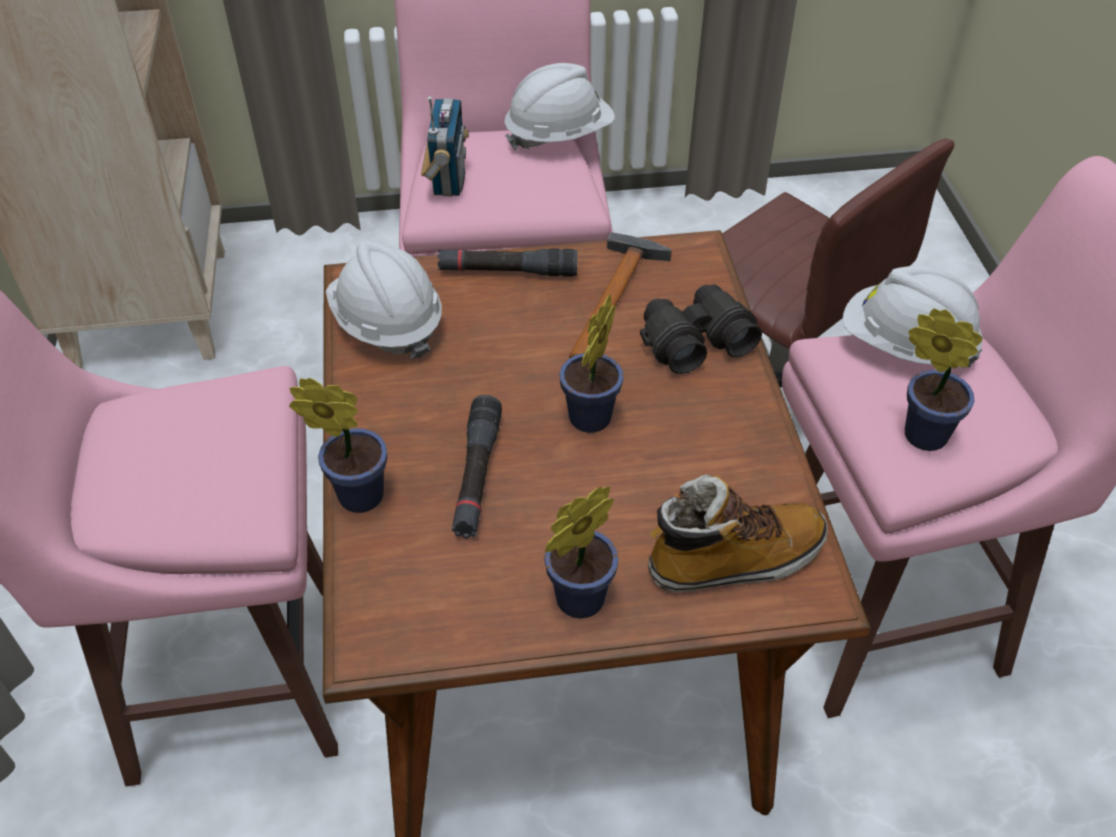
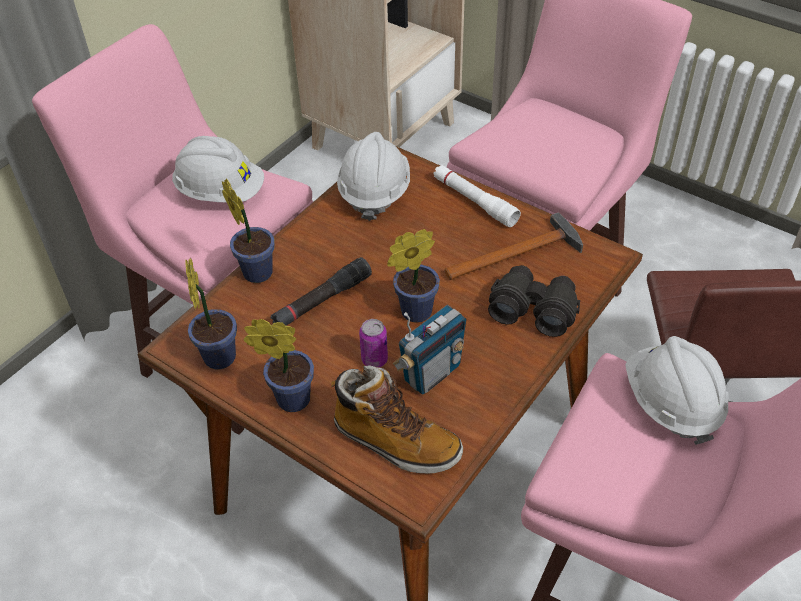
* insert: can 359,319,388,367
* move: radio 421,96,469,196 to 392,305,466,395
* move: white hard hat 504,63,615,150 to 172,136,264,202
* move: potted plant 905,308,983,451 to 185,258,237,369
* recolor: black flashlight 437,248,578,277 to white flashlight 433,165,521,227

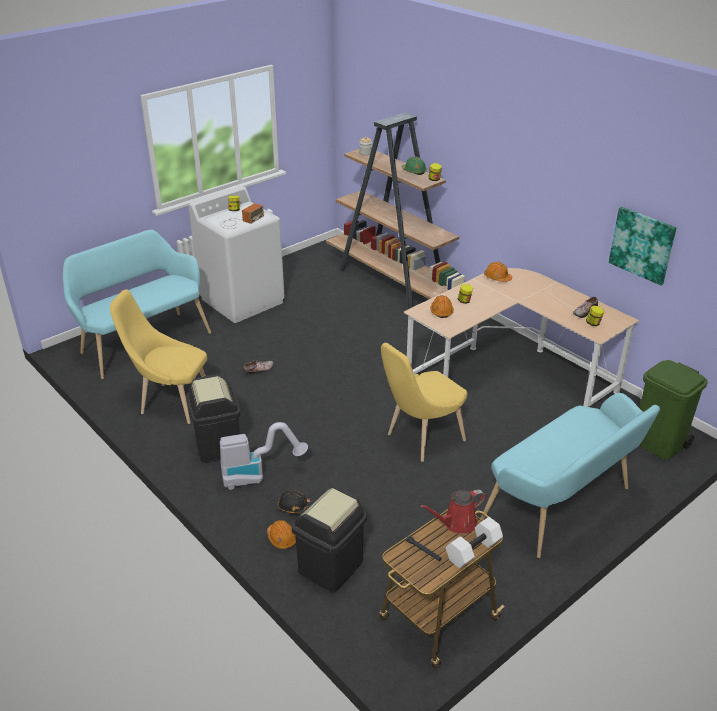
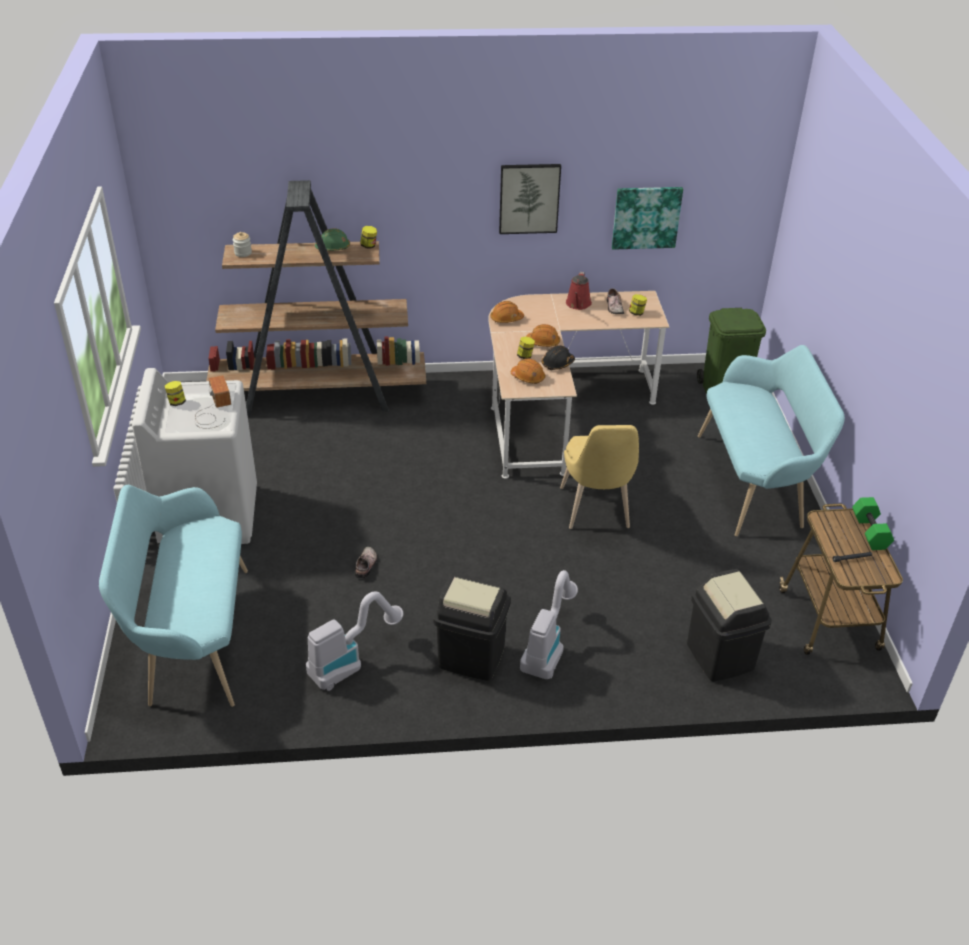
* insert: picture 499,164,561,234
* move: orange hard hat 267,520,296,549 to 526,324,560,347
* move: black hard hat 278,489,312,514 to 542,345,575,370
* move: red watering can 420,490,485,533 to 566,272,592,310
* replace: yellow chair 110,289,207,424 to vacuum cleaner 306,591,403,691
* recolor: white dumbbell 446,517,503,568 to green dumbbell 852,497,894,550

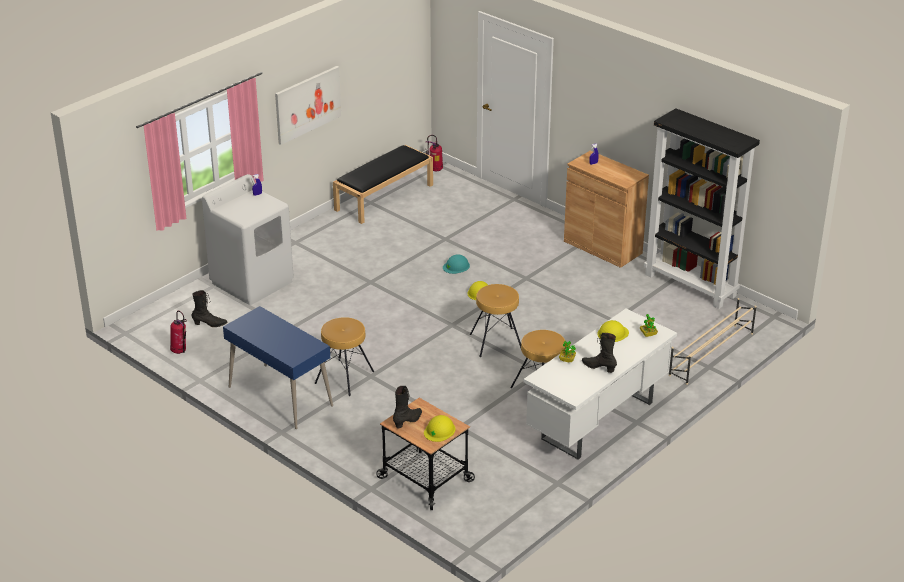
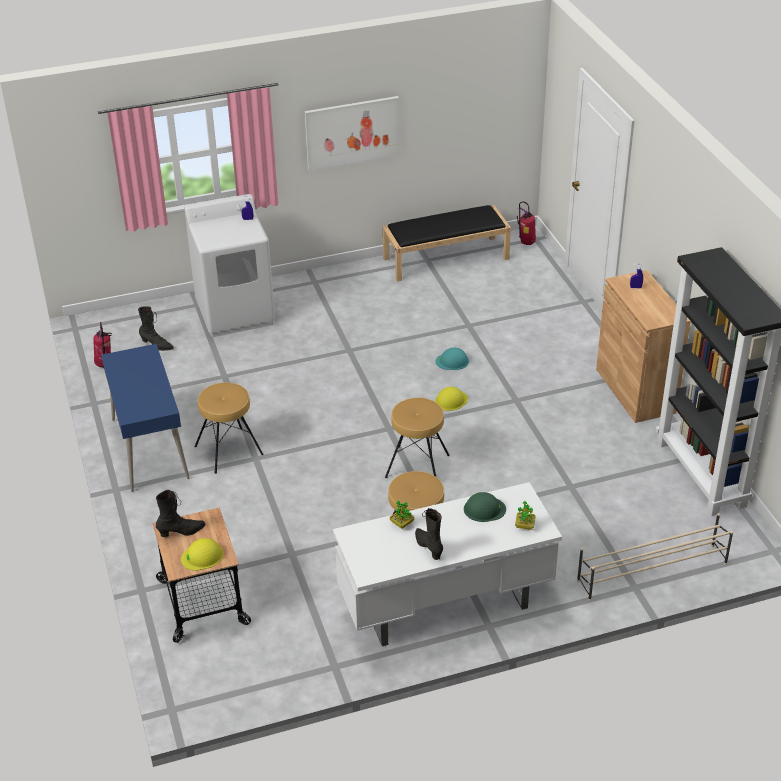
* recolor: yellow hard hat 597,320,629,342 to green hard hat 464,492,506,522

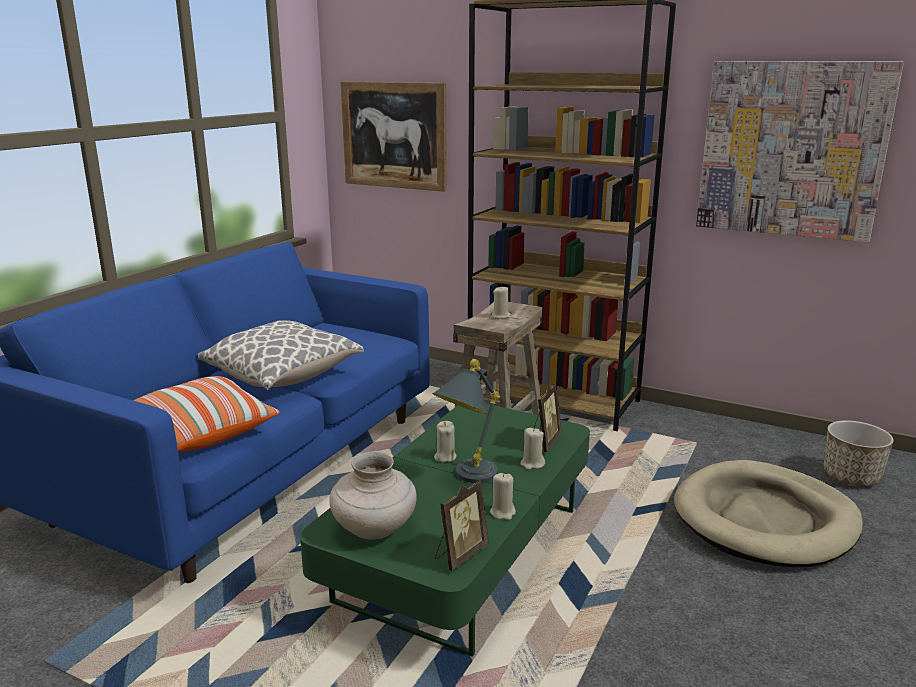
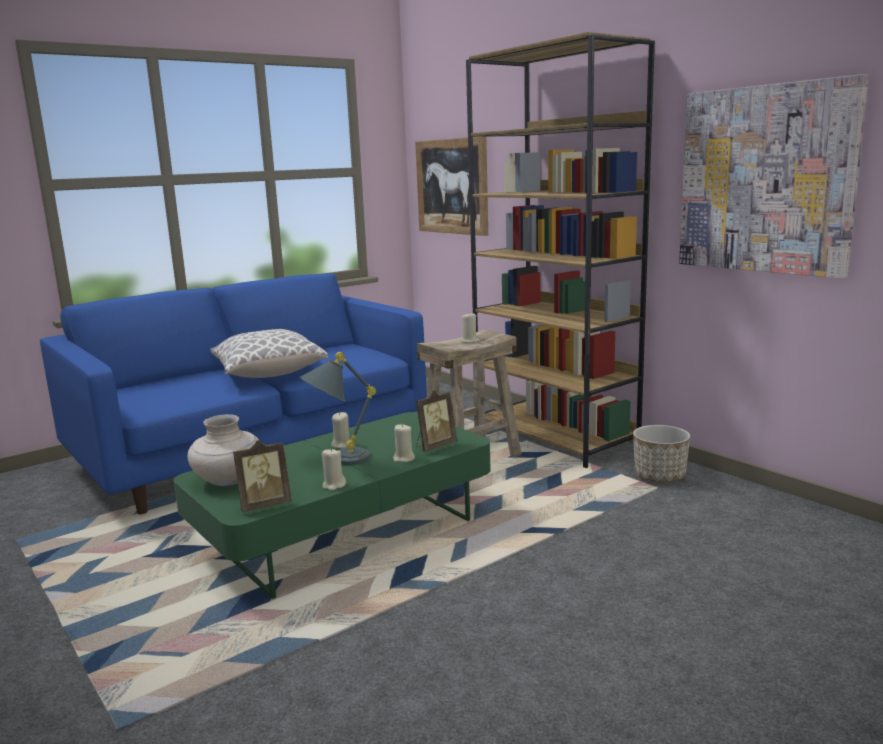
* delete: pillow 133,376,280,452
* delete: beige dog bed 674,460,863,567
* move: planter 823,420,894,486 to 633,425,690,483

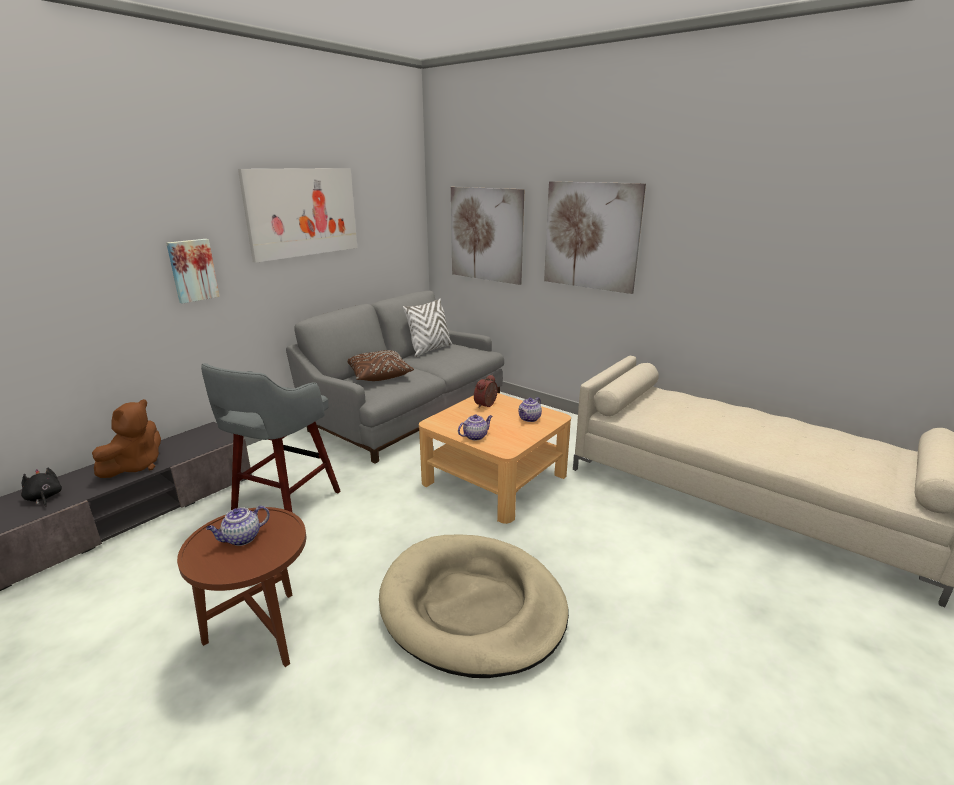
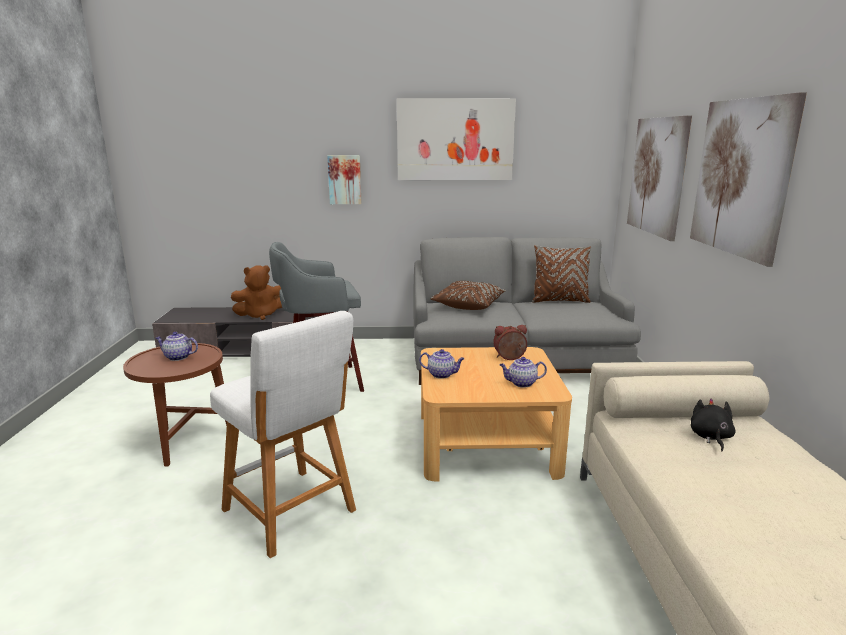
* move: black plush toy 21,468,62,507 to 691,399,735,451
* replace: beige dog bed 379,534,569,678 to white stool 210,311,356,558
* recolor: white pillow 403,299,452,357 to brown pillow 532,245,591,303

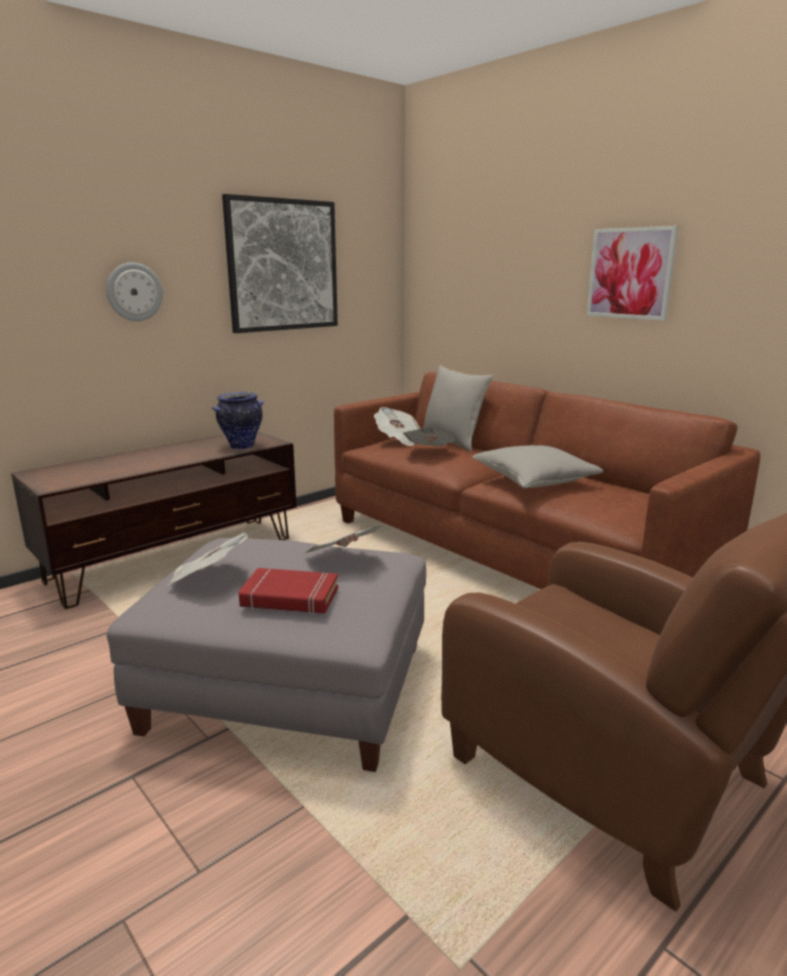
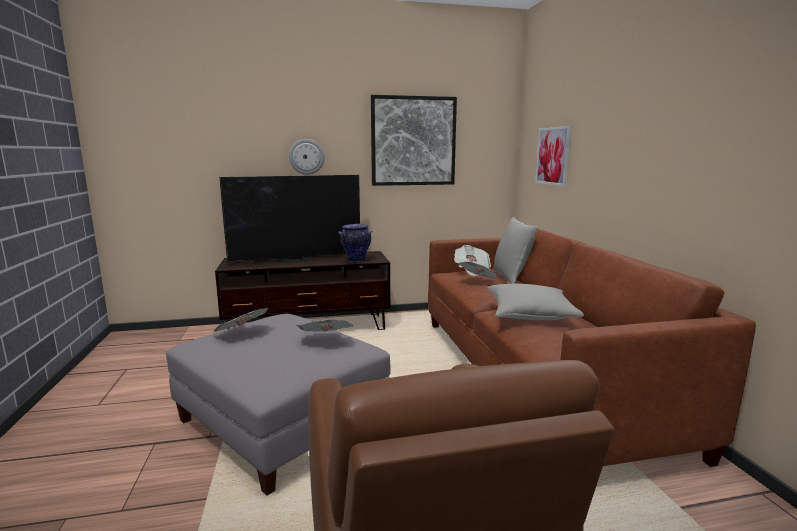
* delete: red book 239,568,338,614
* insert: television 219,175,360,263
* move: picture 586,226,678,321 to 535,126,571,186

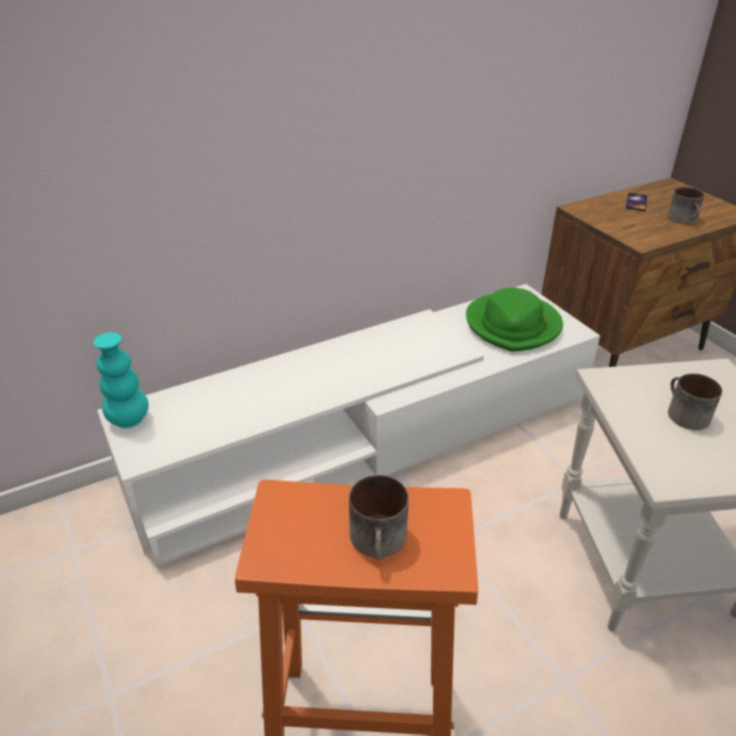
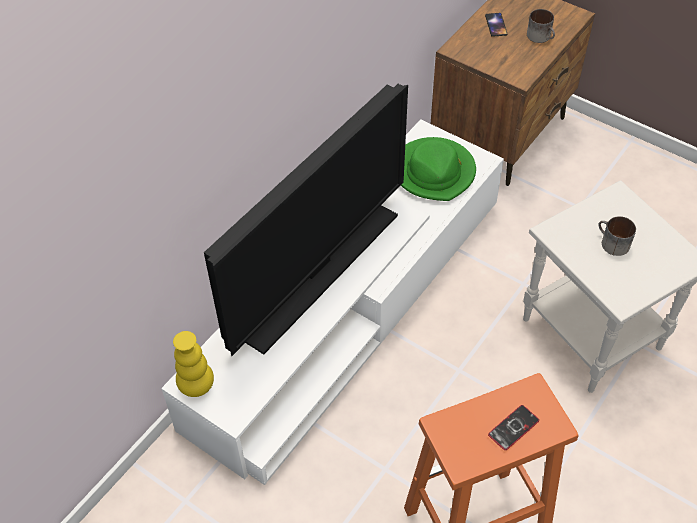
* insert: television 204,84,408,356
* replace: mug 349,475,409,559 to phone 488,405,539,450
* recolor: turquoise vase 93,332,149,428 to yellow vase 173,331,214,397

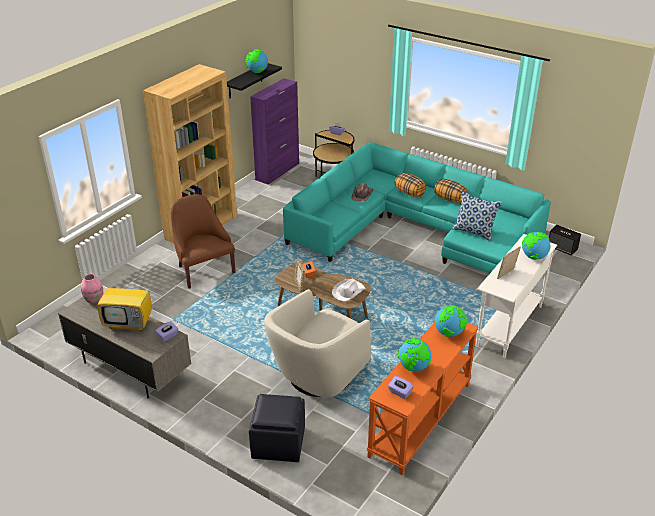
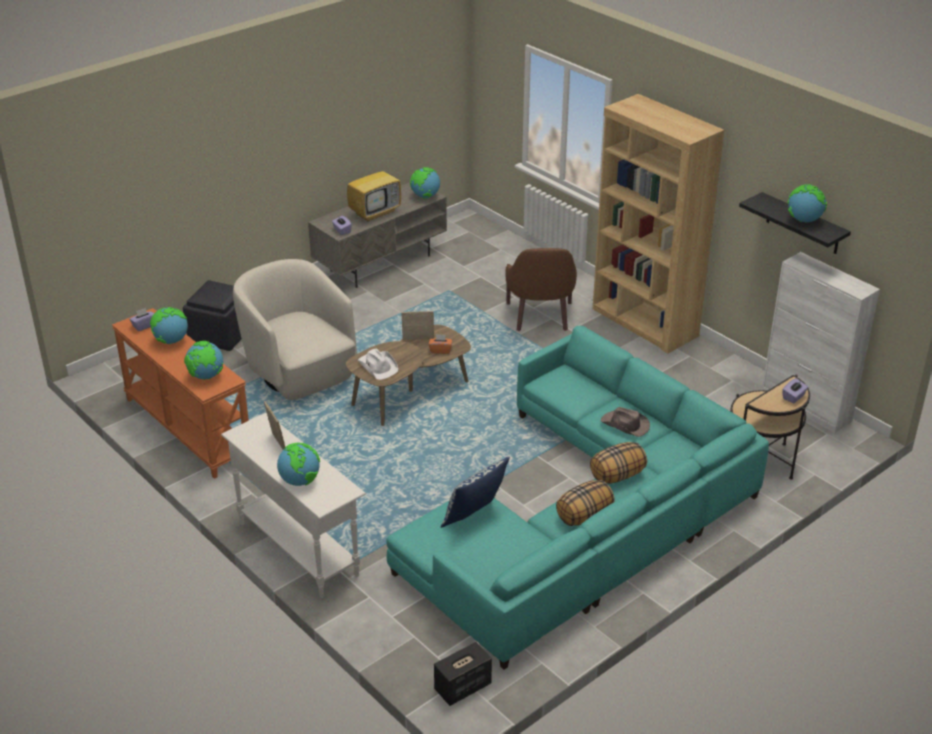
* replace: pink vase 81,274,103,304 to globe 410,167,440,198
* recolor: purple cabinet 250,78,299,185 to white cabinet 762,252,880,433
* rotate: television 97,272,152,331 = 347,152,401,222 150 degrees counterclockwise
* rotate: brown armchair 171,194,235,289 = 505,248,577,331 105 degrees clockwise

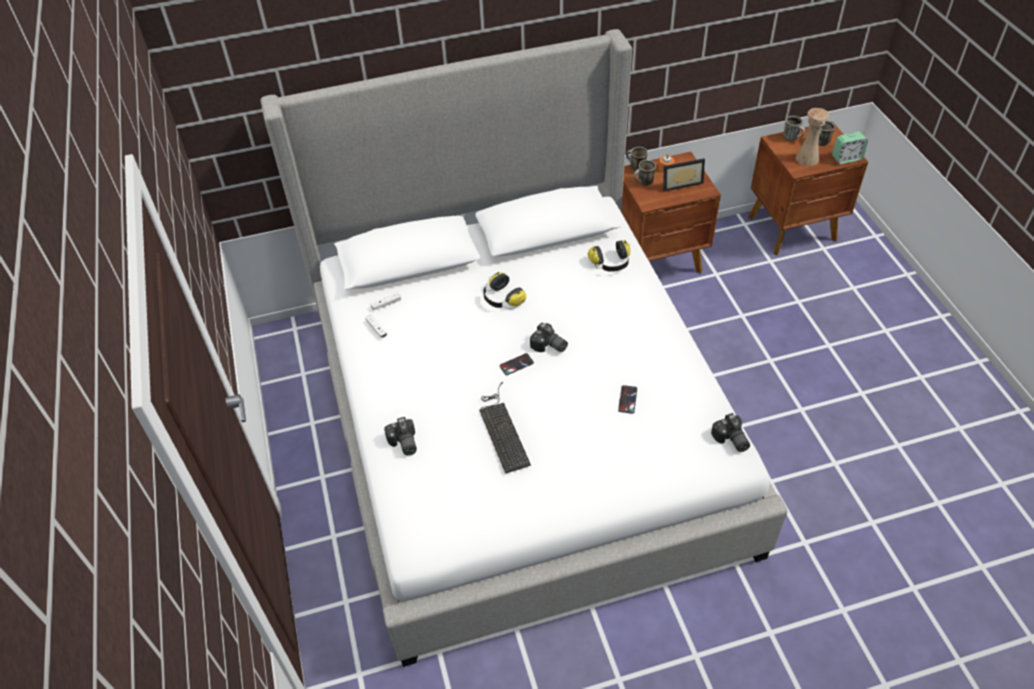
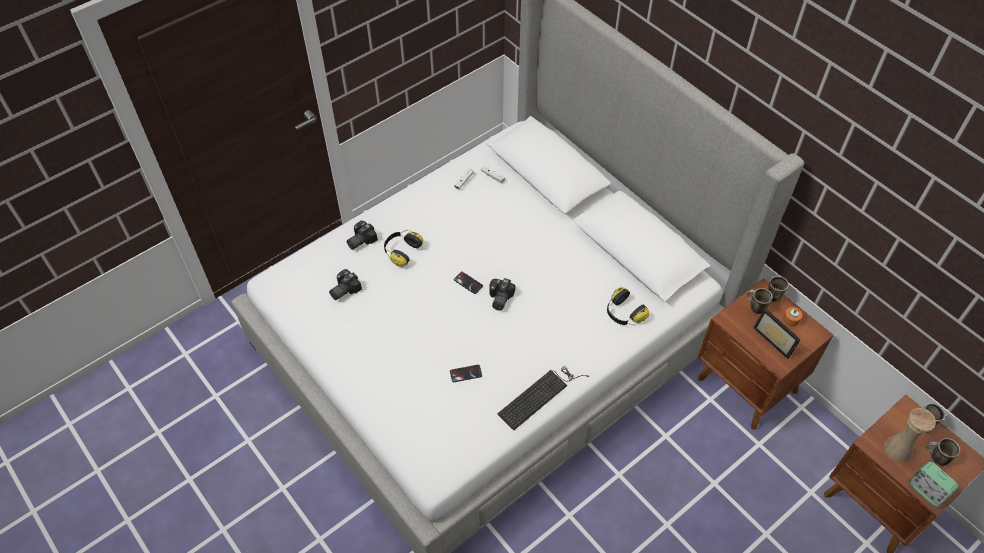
* move: keyboard 479,382,531,474 to 497,366,589,430
* move: headphones 483,272,526,309 to 384,230,423,267
* move: photo camera 711,413,750,452 to 329,269,362,300

